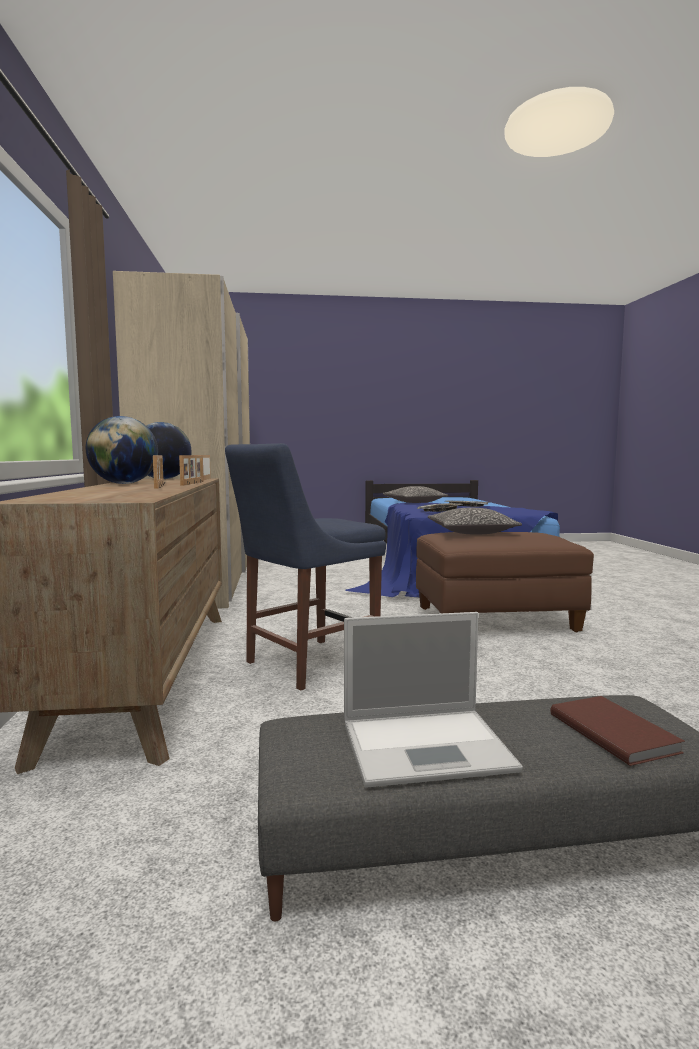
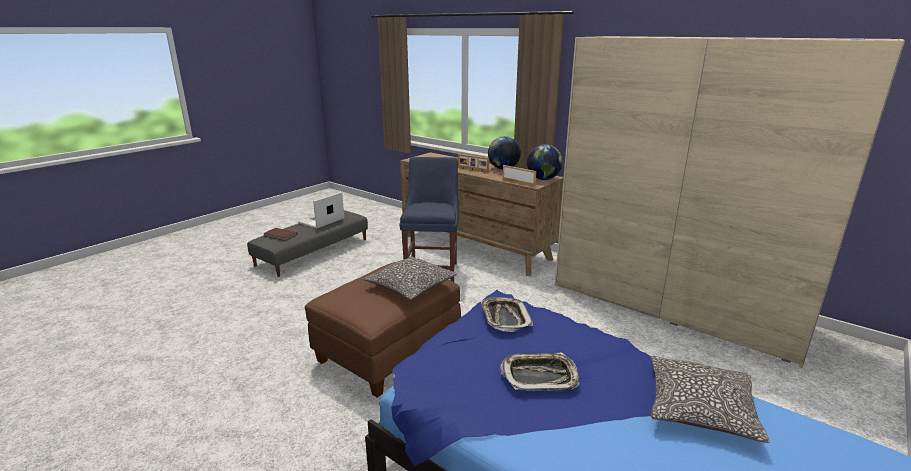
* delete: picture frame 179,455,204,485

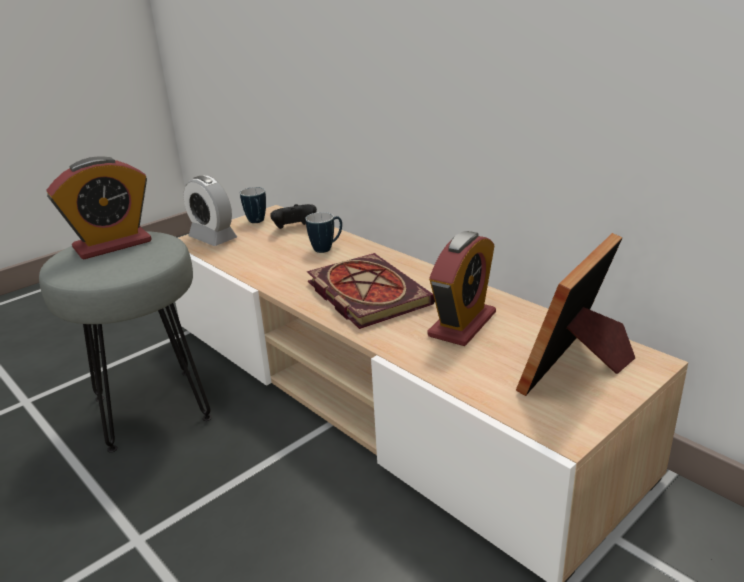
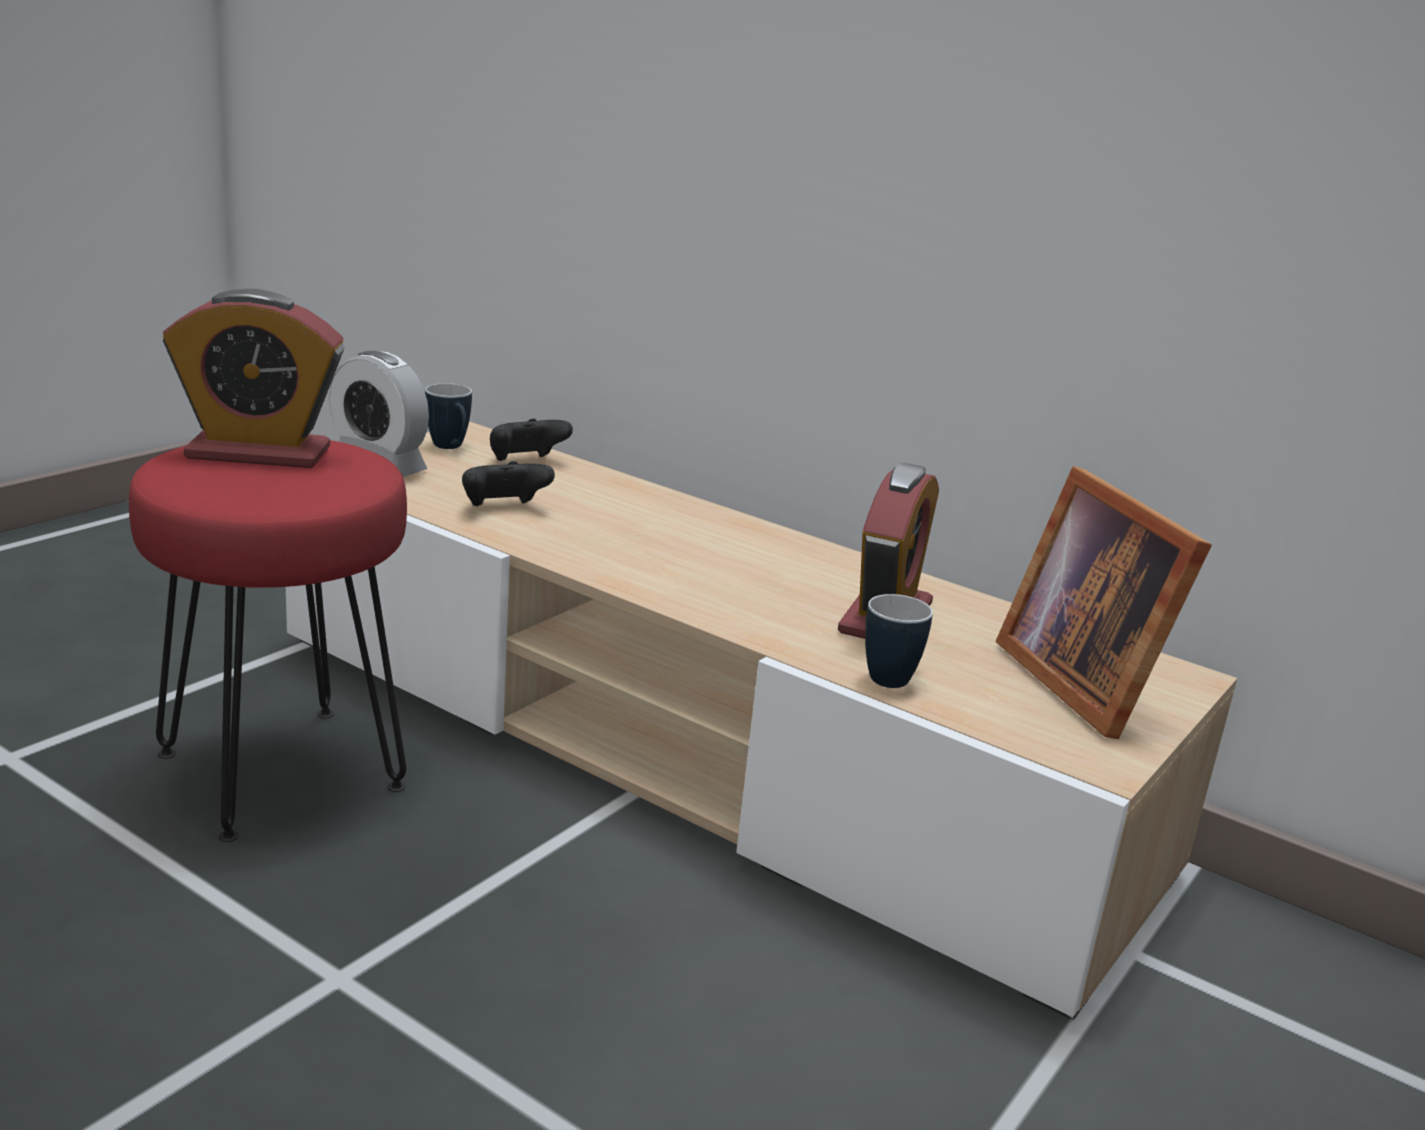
* delete: book 307,253,435,329
* insert: black game controller 462,461,555,506
* move: mug 305,212,342,253 to 865,594,933,688
* recolor: grey stool 39,231,212,453 to red stool 129,440,407,842
* rotate: alarm clock 47,156,152,260 = 163,289,344,468 45 degrees clockwise
* rotate: picture frame 516,233,635,396 = 996,466,1212,739 45 degrees counterclockwise

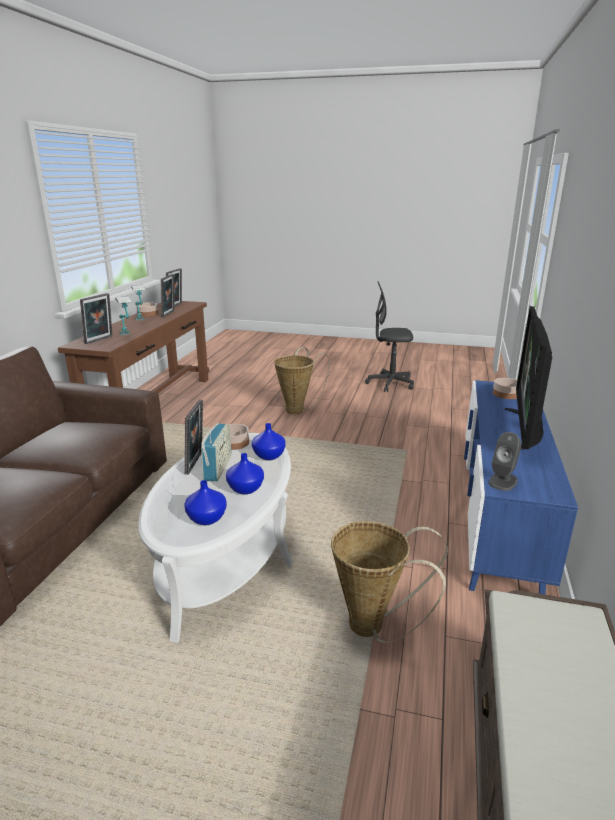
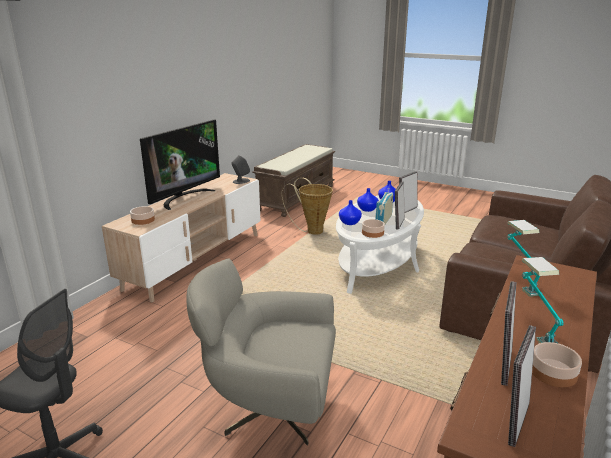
* move: picture frame 80,293,112,344 to 399,171,418,213
* replace: basket 274,347,329,414 to grey armchair 186,258,336,446
* recolor: blue tv stand 464,380,578,595 to beige tv stand 102,173,260,302

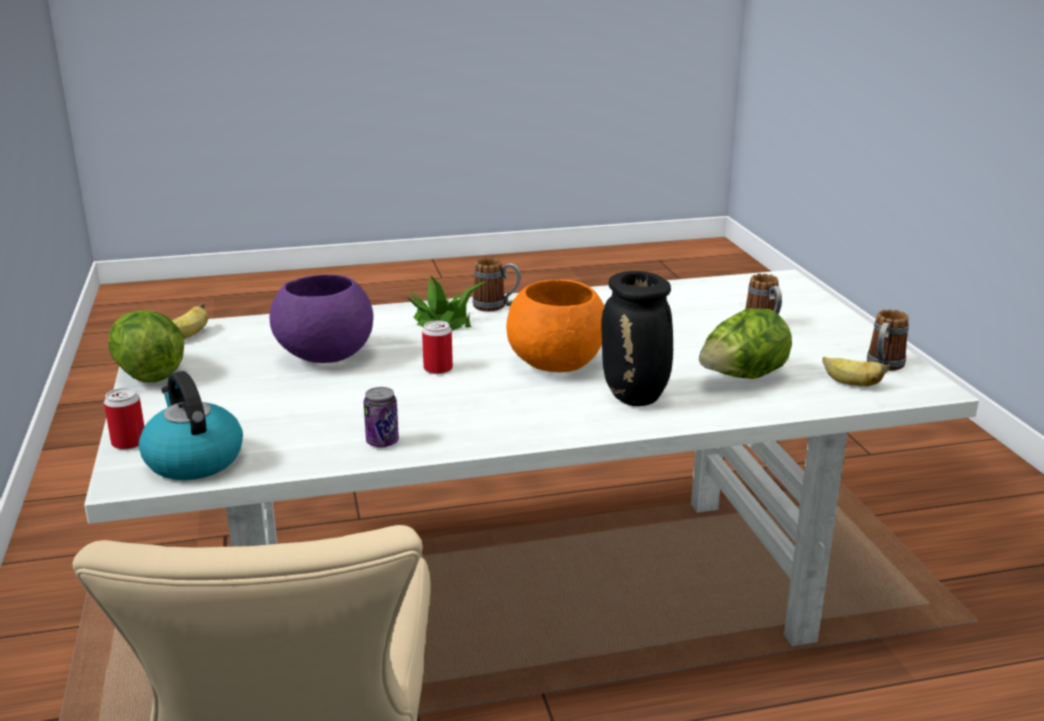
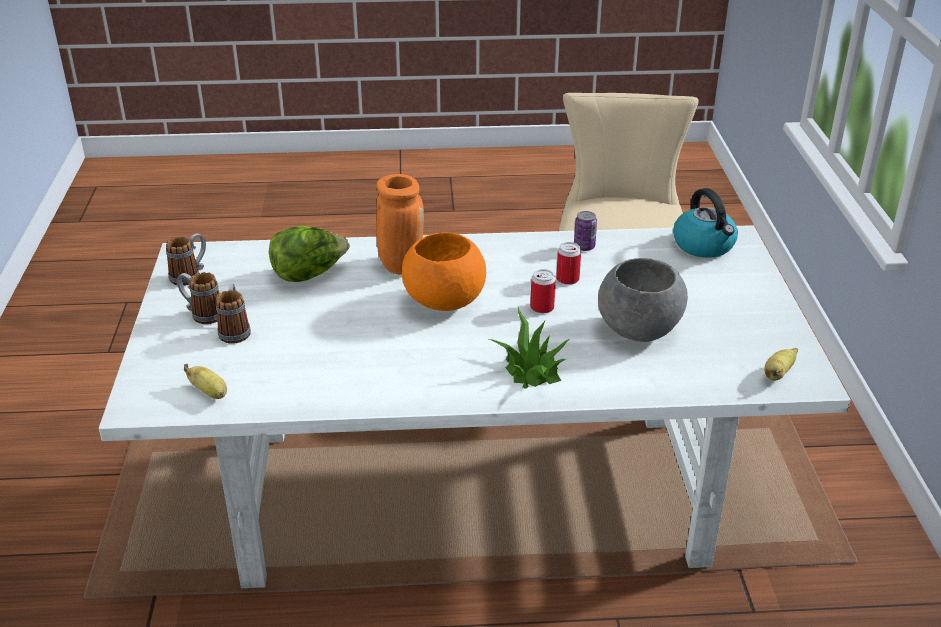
* delete: lettuce 108,310,184,383
* move: can 104,388,145,450 to 556,242,581,285
* move: mug 473,258,521,311 to 177,272,219,324
* move: banana 823,357,890,387 to 184,364,227,399
* recolor: purple bowl 269,274,373,363 to grey bowl 598,258,688,342
* recolor: black vase 602,271,673,406 to orange vase 376,174,424,274

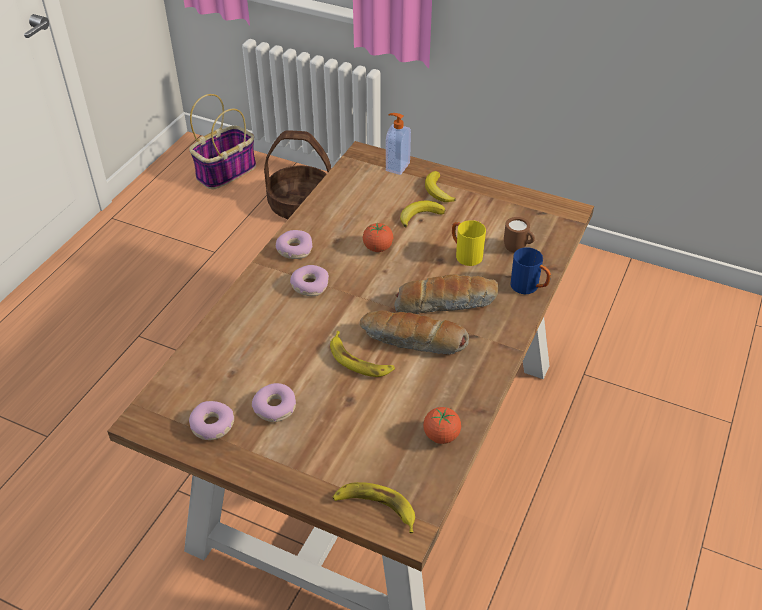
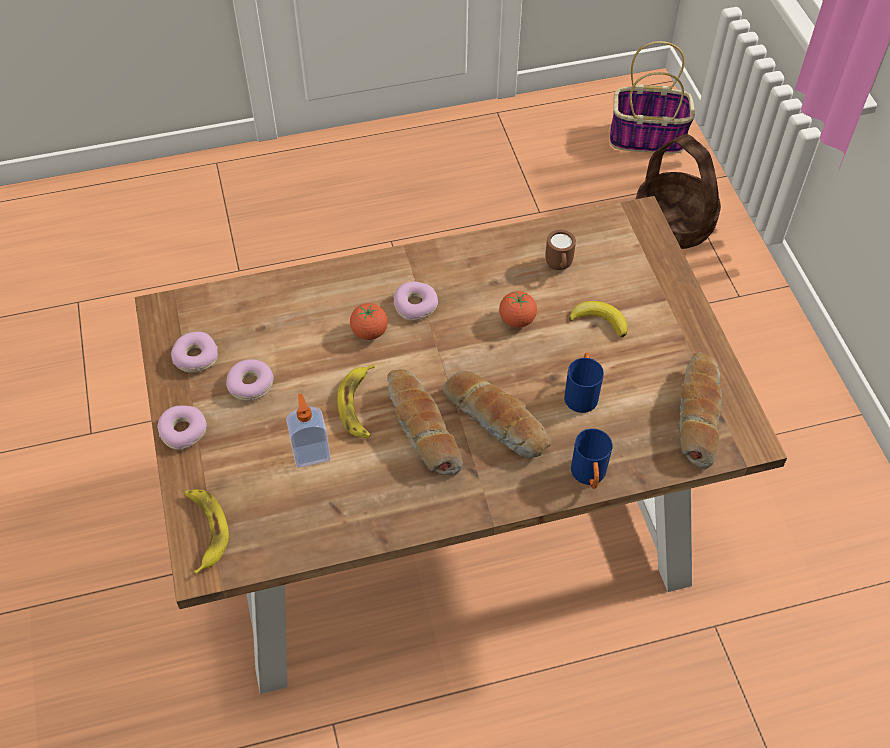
* delete: banana 425,171,456,202
* insert: bread 679,352,722,469
* move: donut 276,230,313,259 to 157,405,207,450
* move: soap dispenser 386,113,411,175 to 286,393,331,468
* move: tomato 423,407,461,444 to 350,303,388,340
* move: brown mug 504,217,535,253 to 545,230,576,270
* recolor: yellow mug 452,220,486,266 to blue mug 564,353,604,413

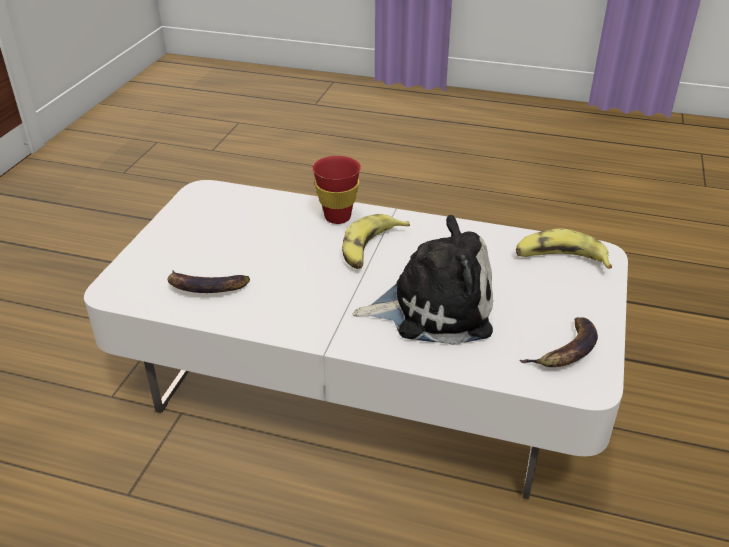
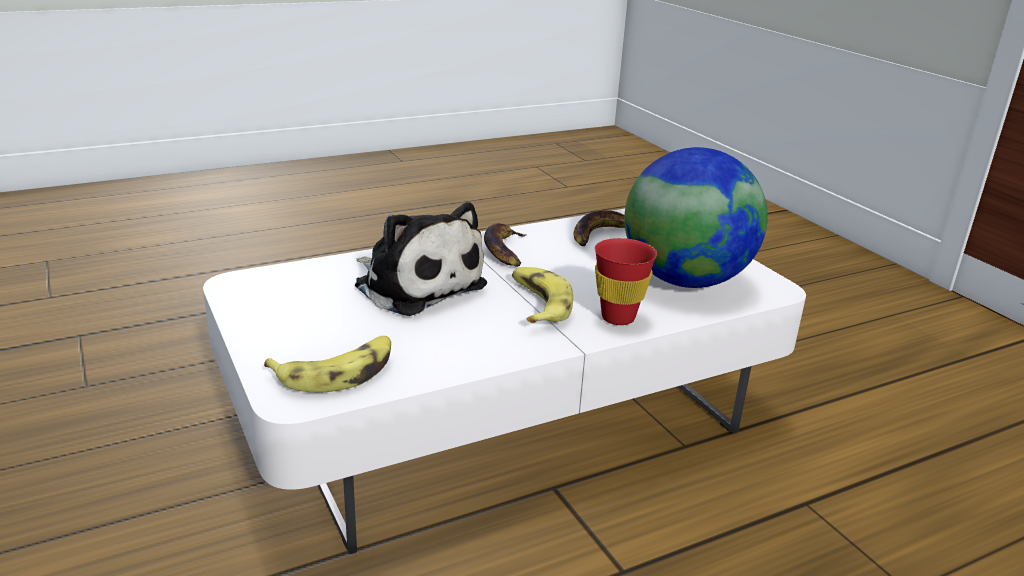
* insert: globe 624,147,768,288
* move: banana 520,317,598,367 to 484,223,527,267
* rotate: plush toy 352,215,493,345 = 355,202,487,316 90 degrees counterclockwise

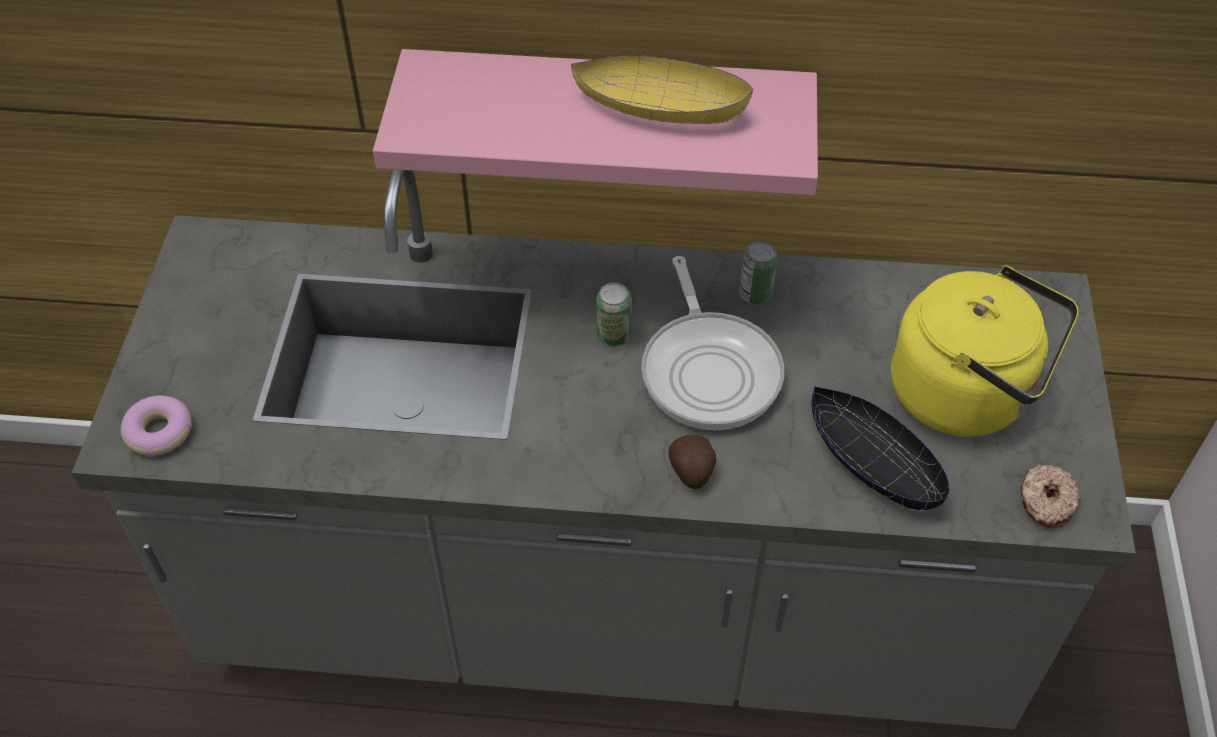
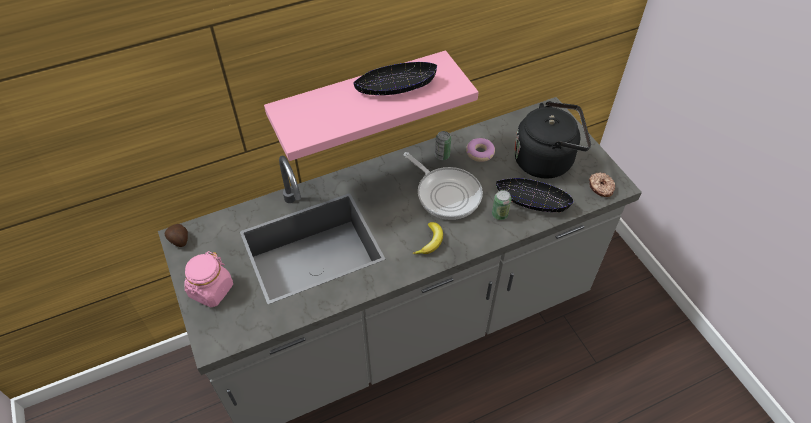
* insert: pink jar 184,251,233,307
* insert: banana 412,222,443,254
* move: donut 121,395,192,456 to 466,138,495,162
* move: can 596,282,632,347 to 492,190,511,220
* move: potato 668,435,716,489 to 165,224,188,247
* recolor: yellow bowl 571,55,753,124 to black bowl 353,62,437,95
* recolor: yellow kettle 891,265,1079,437 to black kettle 514,101,591,178

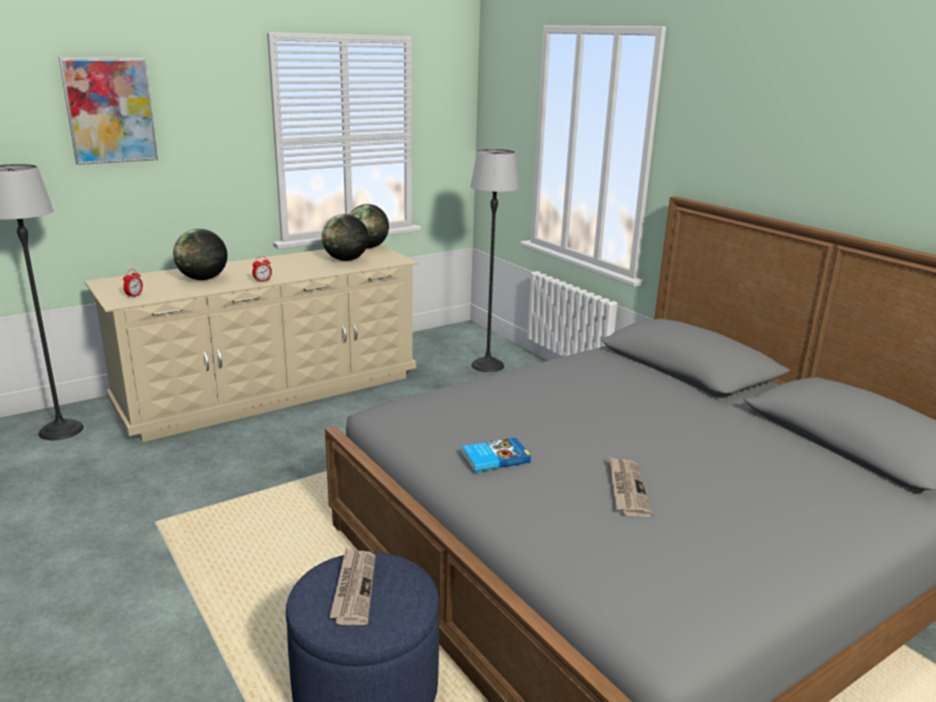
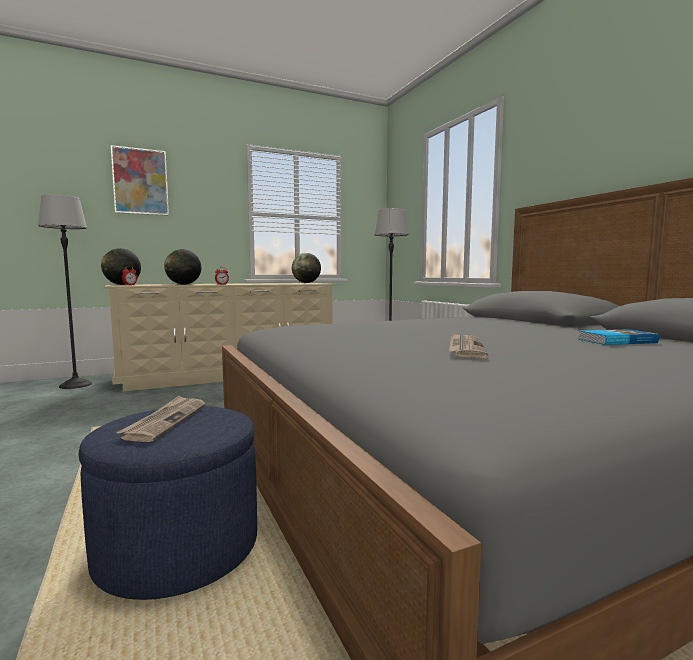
* move: globe 322,214,369,261 to 101,248,141,285
* move: book 462,438,531,472 to 578,329,659,345

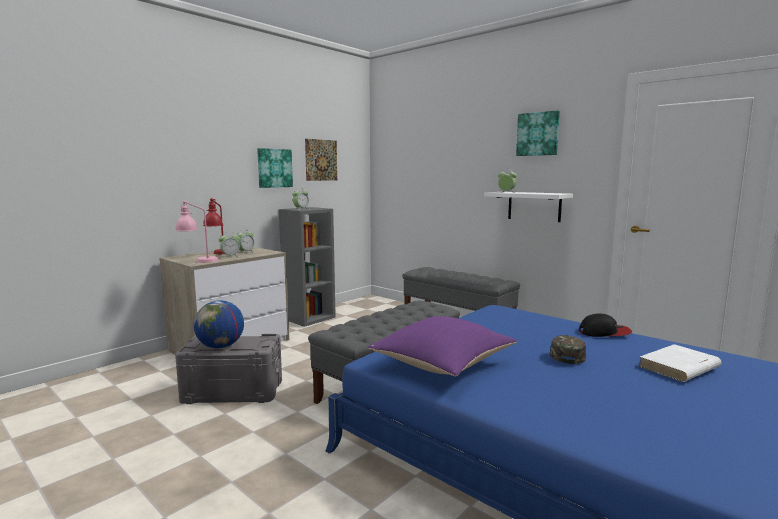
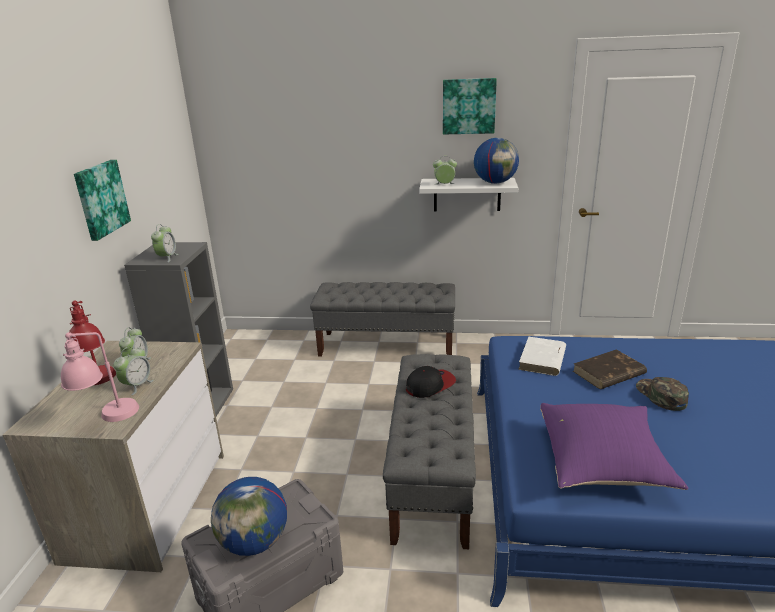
* delete: picture 305,139,337,181
* insert: globe 474,138,519,184
* insert: brown book 573,349,647,389
* move: cap 579,314,632,337 to 406,366,456,398
* move: white book 639,344,722,382 to 518,337,566,376

